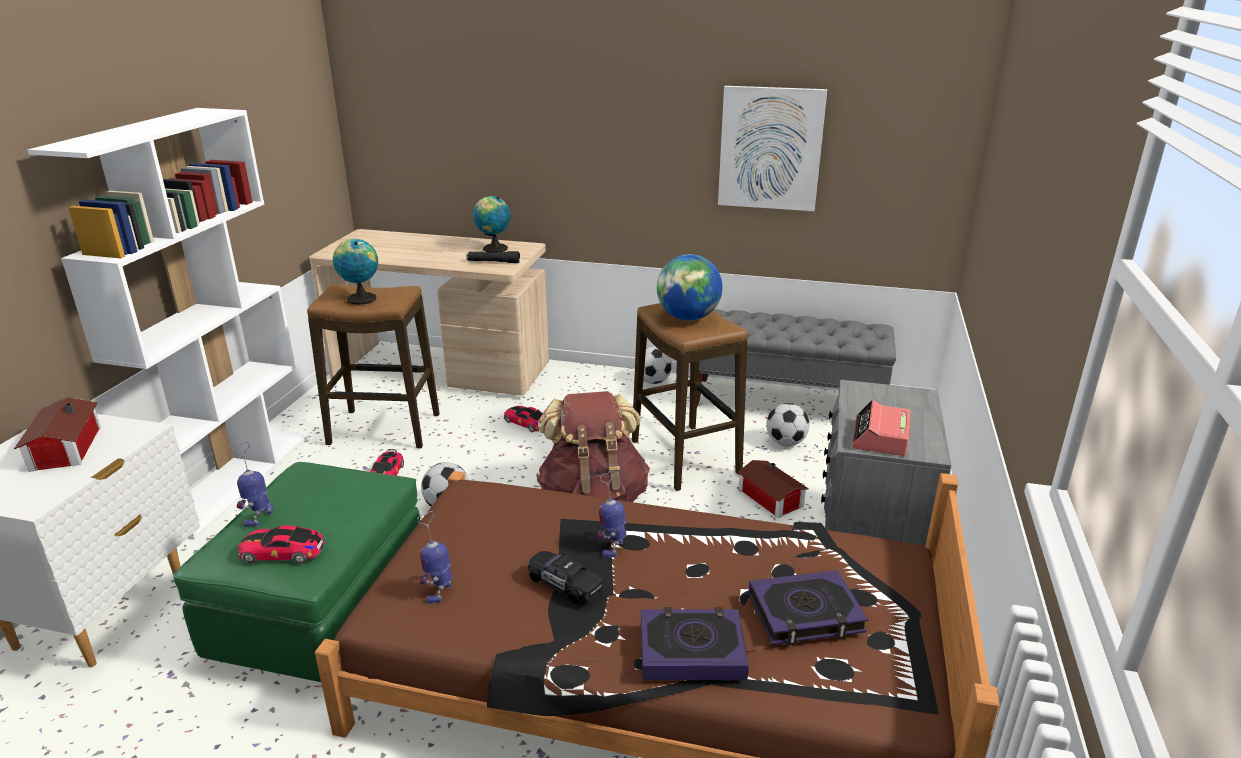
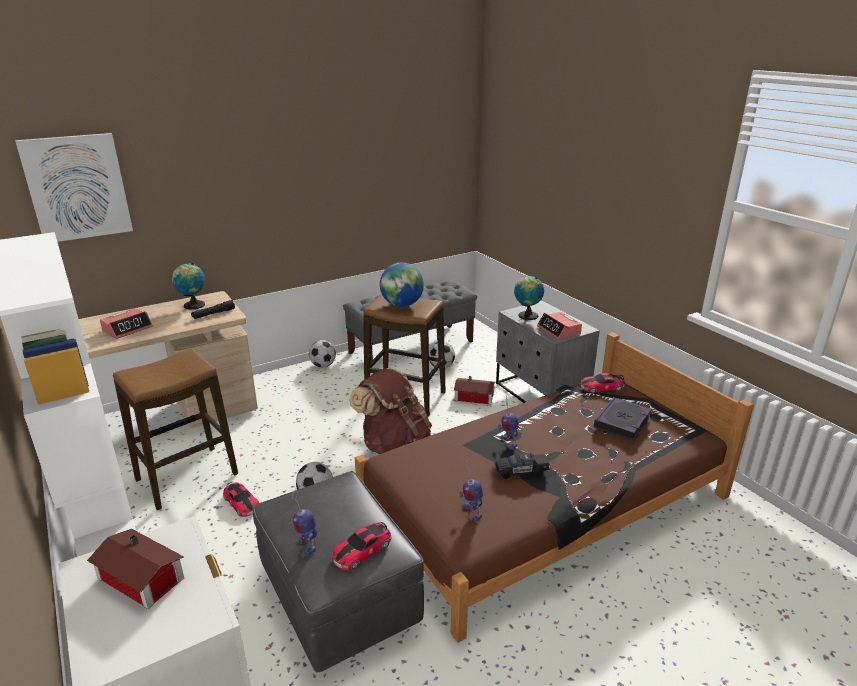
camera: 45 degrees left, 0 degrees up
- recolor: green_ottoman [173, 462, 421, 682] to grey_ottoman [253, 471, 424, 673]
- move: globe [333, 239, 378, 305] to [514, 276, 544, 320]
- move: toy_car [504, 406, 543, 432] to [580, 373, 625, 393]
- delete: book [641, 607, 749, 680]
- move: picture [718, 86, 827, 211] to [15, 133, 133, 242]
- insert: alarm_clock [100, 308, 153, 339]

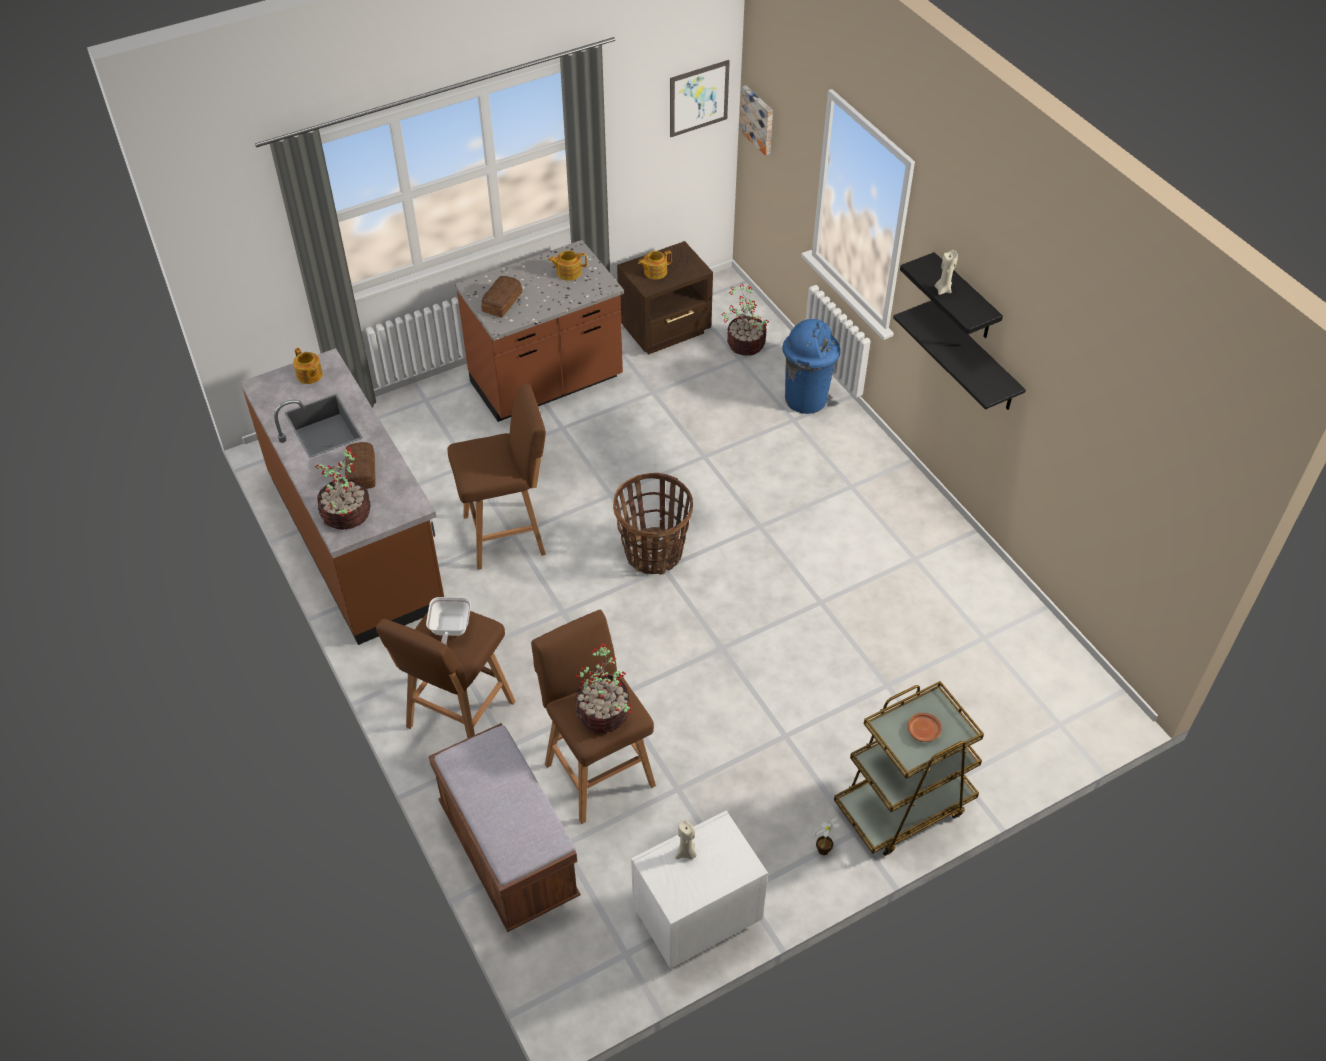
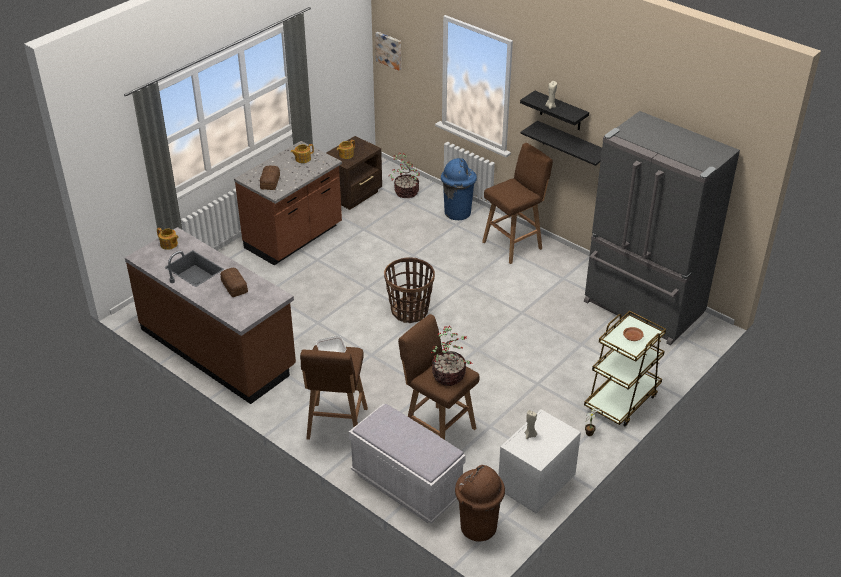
camera: 20 degrees left, 10 degrees down
- delete: potted_plant [315, 447, 371, 530]
- recolor: brown_bench [429, 723, 581, 932] to white_bench [349, 404, 466, 523]
- move: brown_stool [448, 384, 546, 570] to [482, 143, 553, 264]
- delete: picture [670, 60, 730, 137]
- insert: brown_trash_can [455, 465, 505, 542]
- insert: grey_fridge [584, 111, 740, 345]

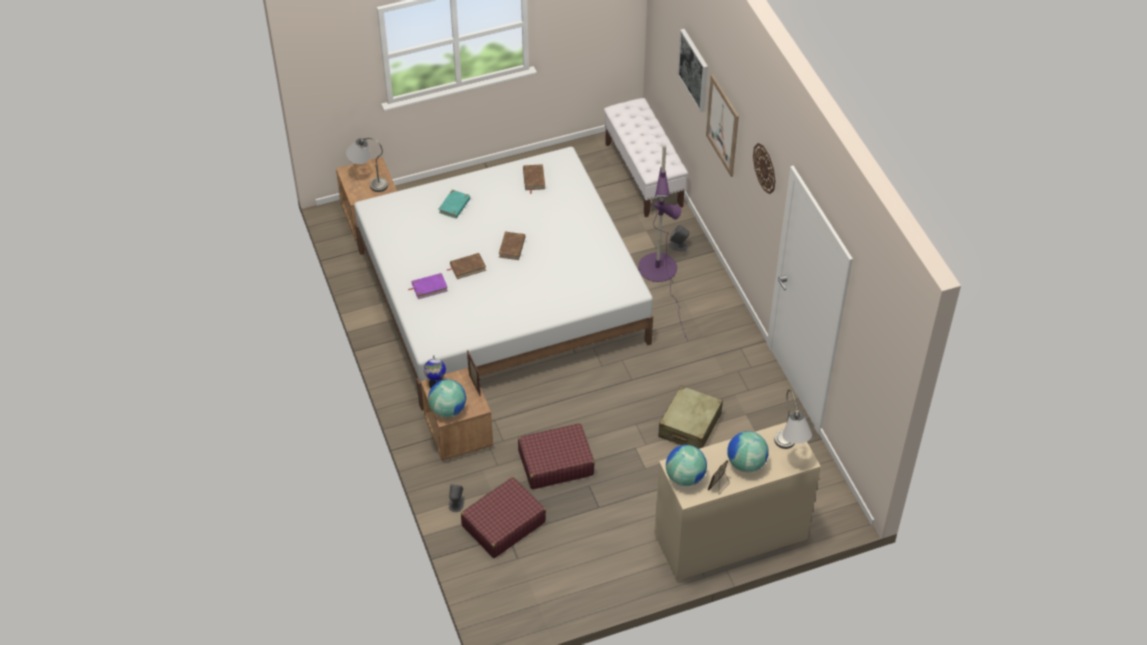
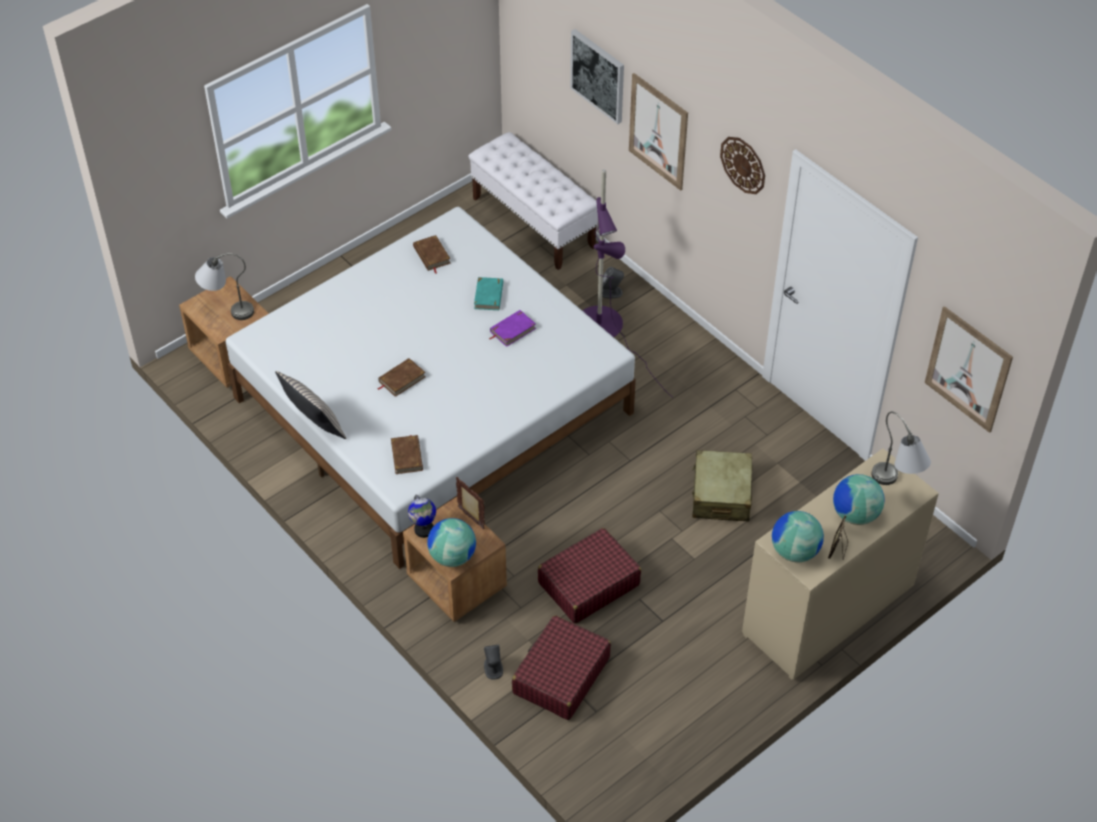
camera: 20 degrees left, 0 degrees up
- move: purple_book [408, 273, 448, 299] to [489, 310, 536, 347]
- move: turquoise_book [439, 190, 470, 219] to [474, 277, 503, 310]
- move: brown_book [499, 232, 525, 260] to [391, 435, 423, 474]
- insert: beige_pillow [275, 371, 347, 439]
- insert: picture [925, 306, 1013, 433]

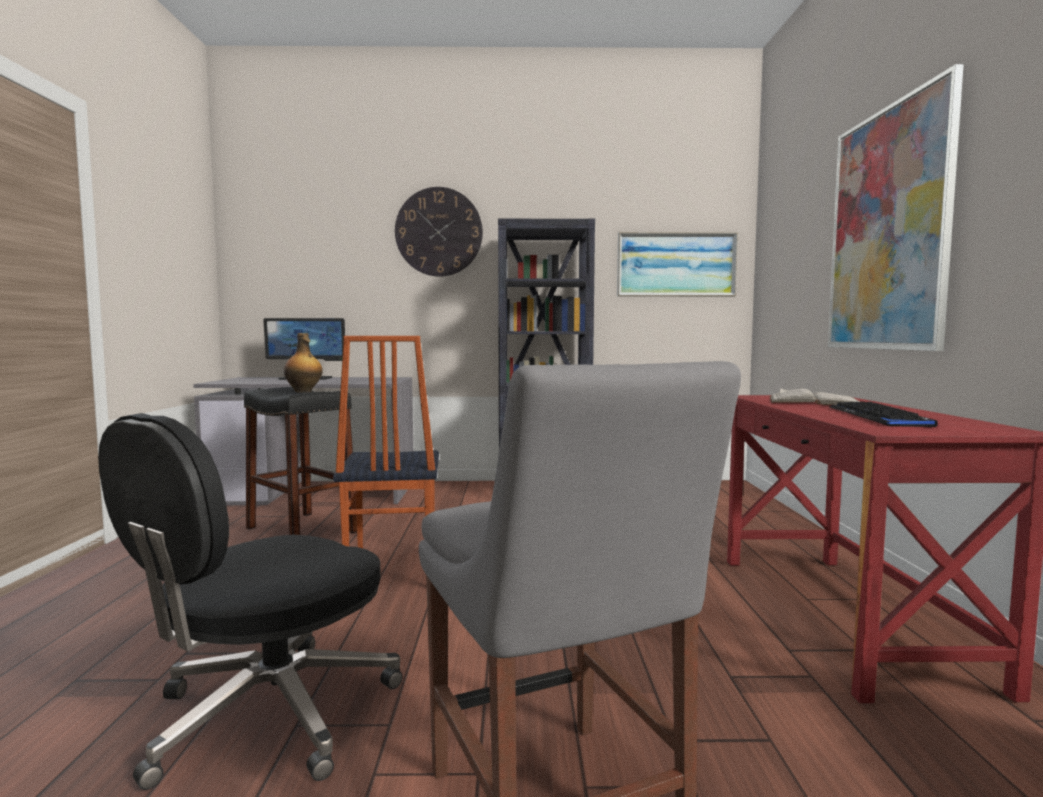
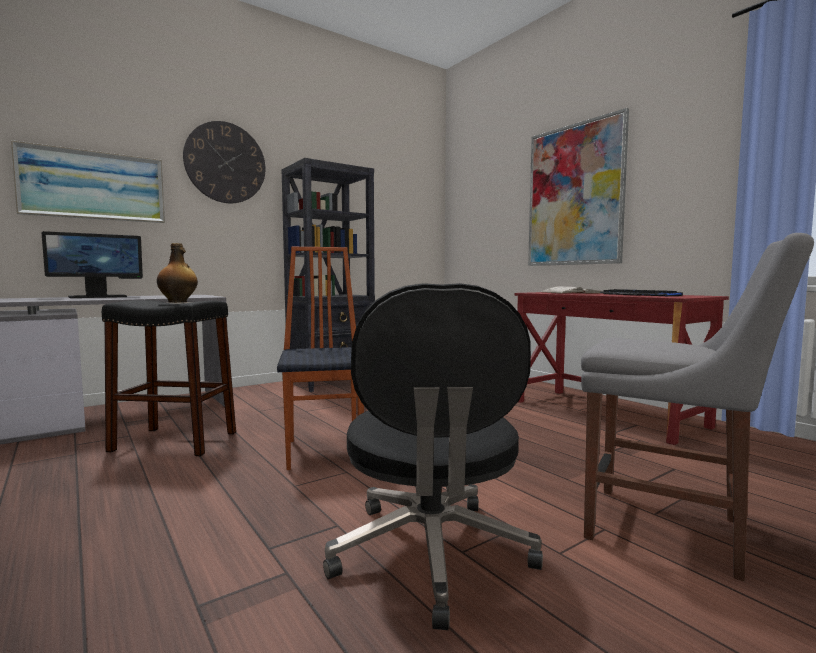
camera: 35 degrees left, 0 degrees up
- rotate: chair [333, 336, 439, 548] = [277, 247, 364, 470] 150 degrees counterclockwise
- move: picture [617, 232, 738, 297] to [11, 140, 165, 223]

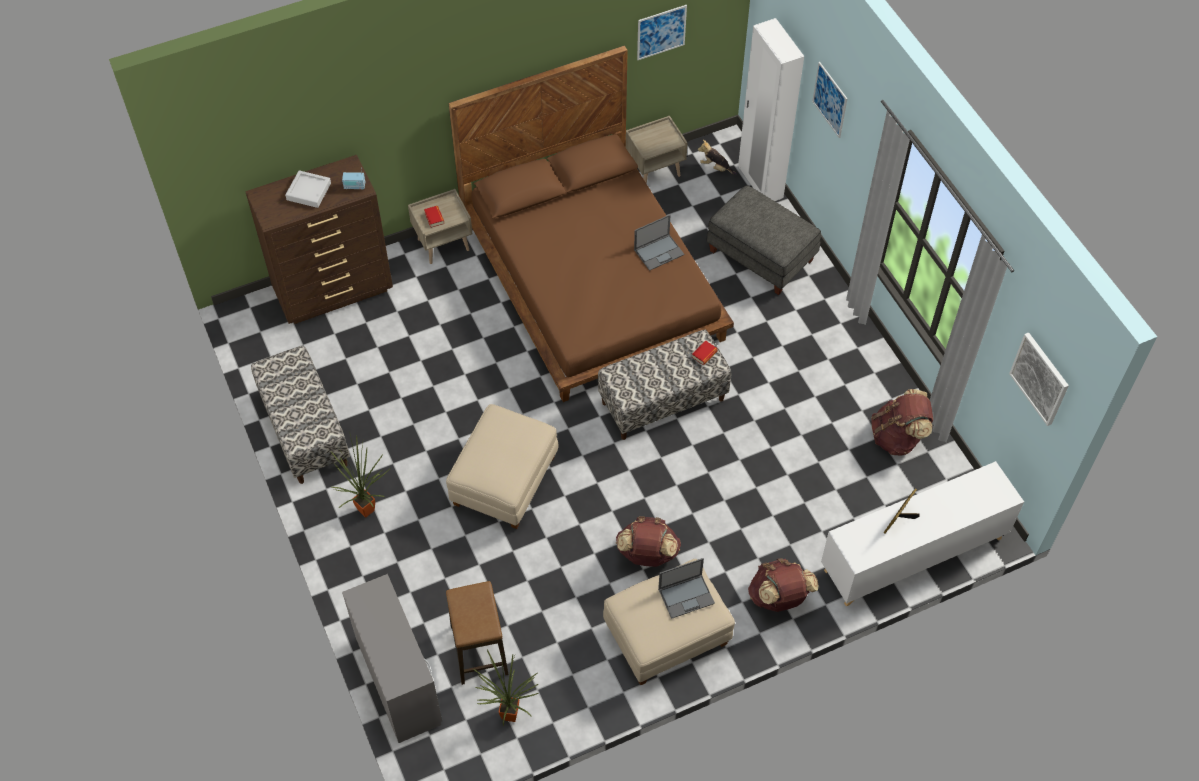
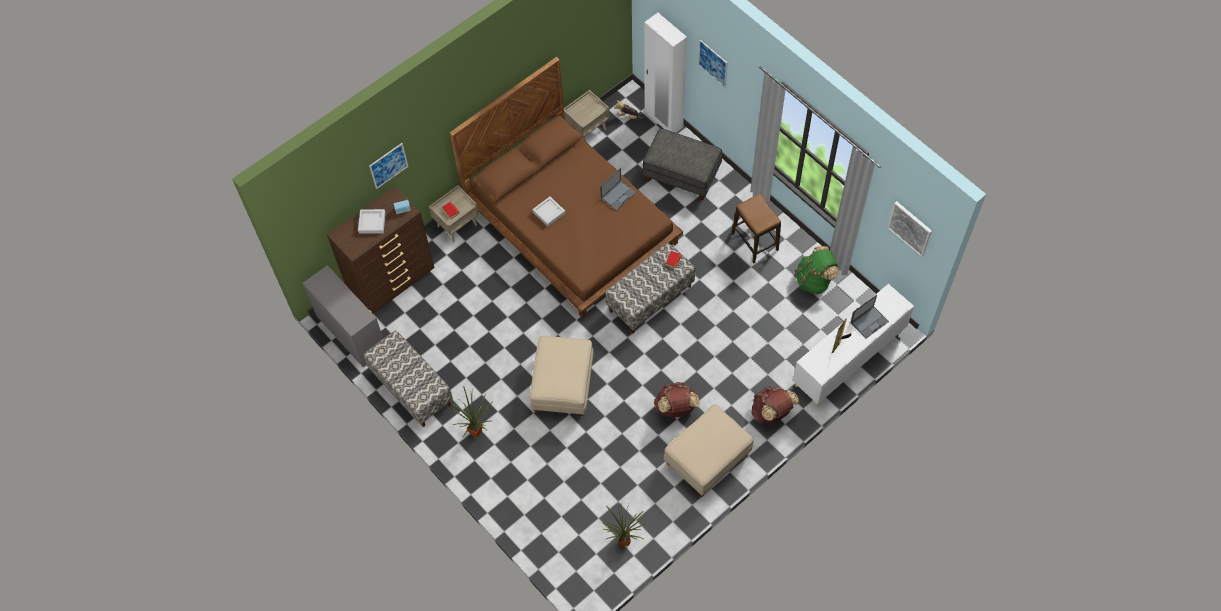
camera: 15 degrees left, 5 degrees up
- move: grey_desk [342, 574, 442, 743] to [303, 265, 383, 368]
- move: stool [446, 581, 509, 685] to [732, 194, 781, 263]
- move: picture [637, 5, 687, 60] to [369, 143, 408, 189]
- move: laptop [658, 558, 715, 619] to [850, 295, 889, 338]
- recolor: brown_backpack [871, 389, 933, 456] to green_backpack [795, 246, 839, 294]
- insert: grey_tray [532, 197, 565, 227]

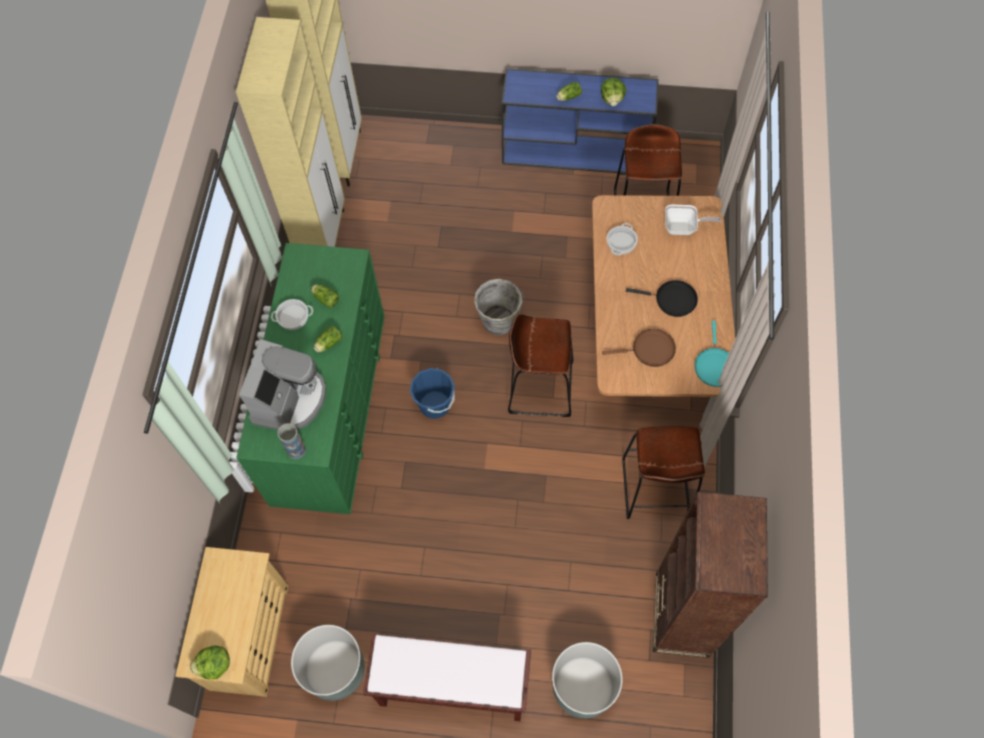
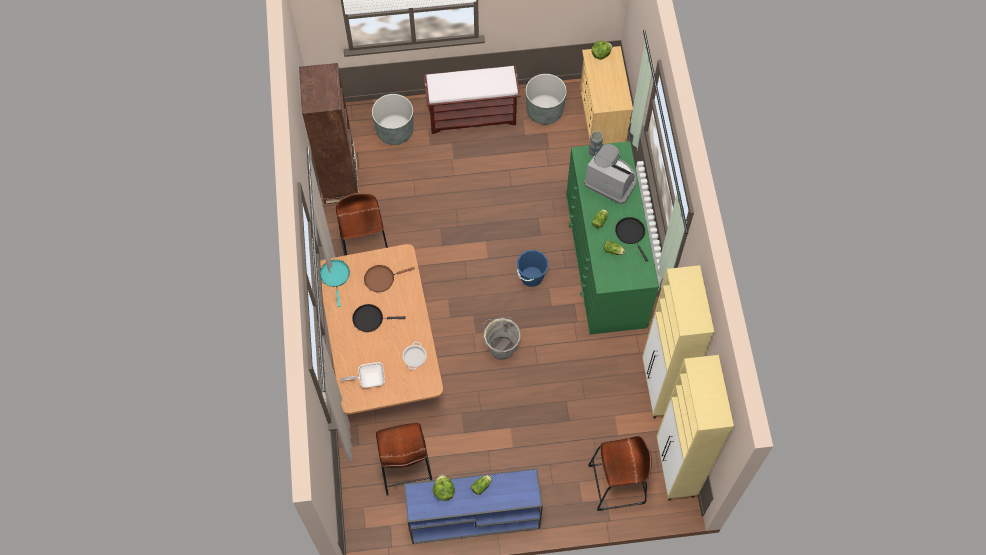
camera: 165 degrees right, 0 degrees up
- rotate: coffee_machine [239, 339, 326, 430] = [584, 144, 637, 204] 120 degrees clockwise
- replace: cooking_pot [271, 299, 313, 330] to black_frying_pan [615, 217, 648, 262]
- move: brown_stool [508, 314, 573, 417] to [588, 436, 652, 511]

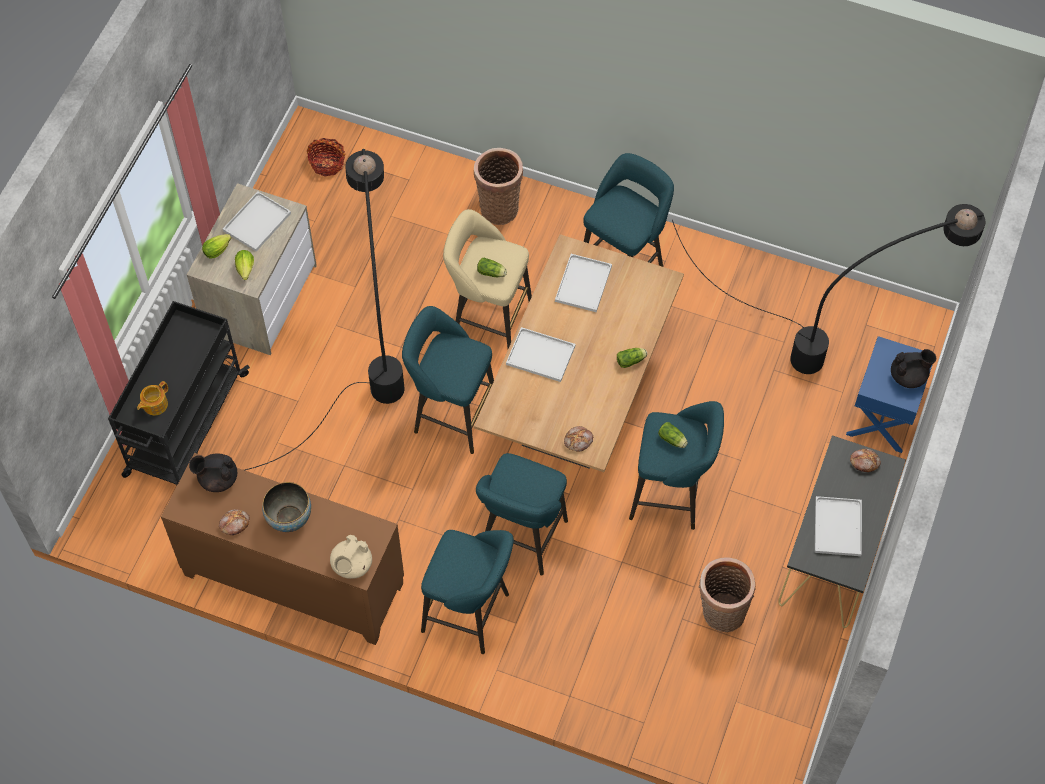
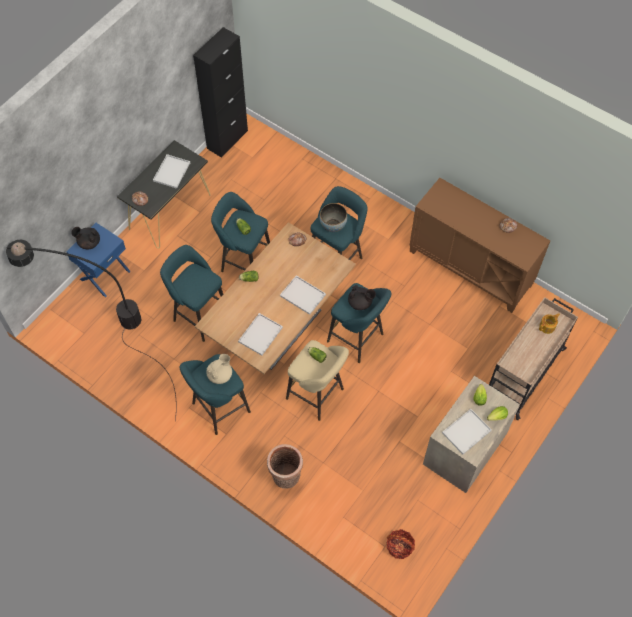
camera: 165 degrees left, 0 degrees up
- recolor: black_cart [108, 301, 250, 485] to beige_cart [489, 297, 578, 420]
- move: black_teapot [189, 453, 237, 492] to [348, 285, 376, 310]
- delete: black_floor_lamp [245, 149, 405, 470]
- move: bowl [262, 482, 311, 532] to [319, 203, 347, 232]
- move: beige_teapot [330, 535, 372, 579] to [206, 354, 232, 384]
- move: turquoise_stool [421, 530, 514, 654] to [160, 245, 223, 342]
- delete: basket [699, 557, 756, 632]
- insert: black_cabinet [193, 27, 248, 158]

